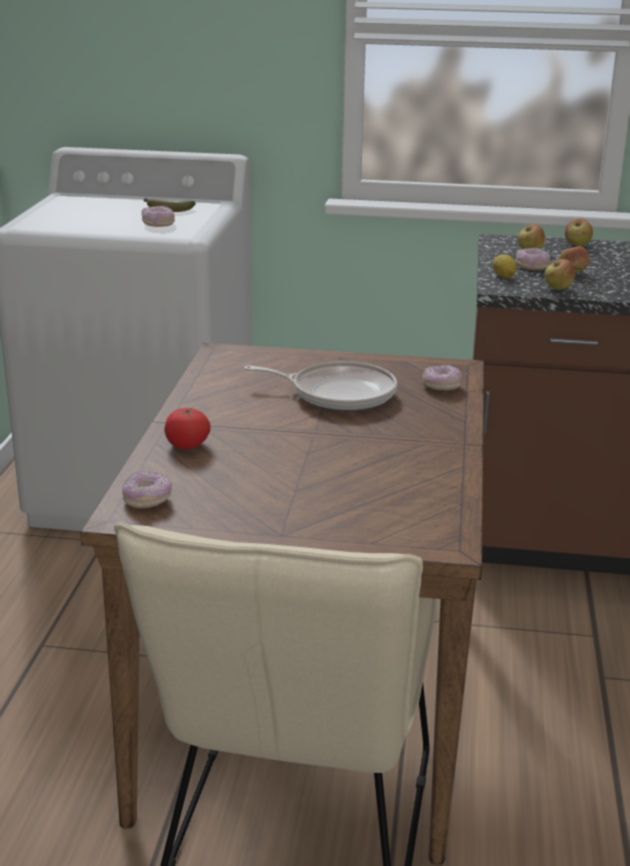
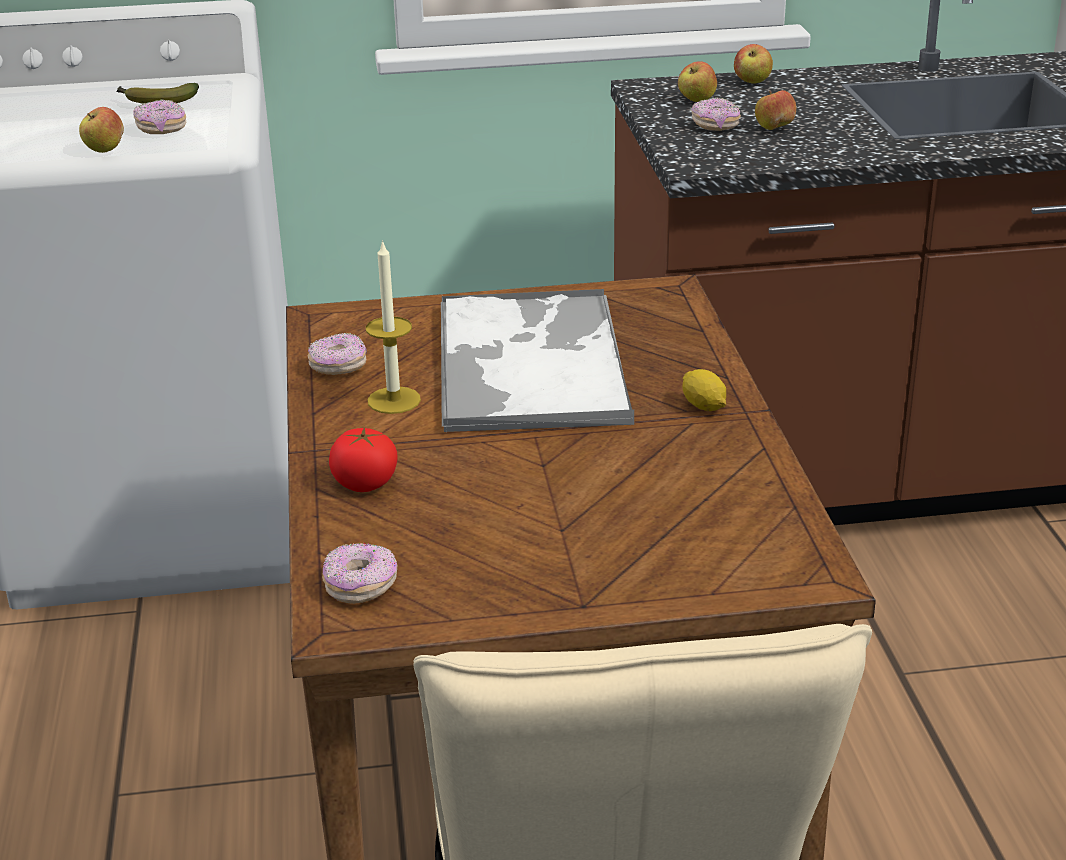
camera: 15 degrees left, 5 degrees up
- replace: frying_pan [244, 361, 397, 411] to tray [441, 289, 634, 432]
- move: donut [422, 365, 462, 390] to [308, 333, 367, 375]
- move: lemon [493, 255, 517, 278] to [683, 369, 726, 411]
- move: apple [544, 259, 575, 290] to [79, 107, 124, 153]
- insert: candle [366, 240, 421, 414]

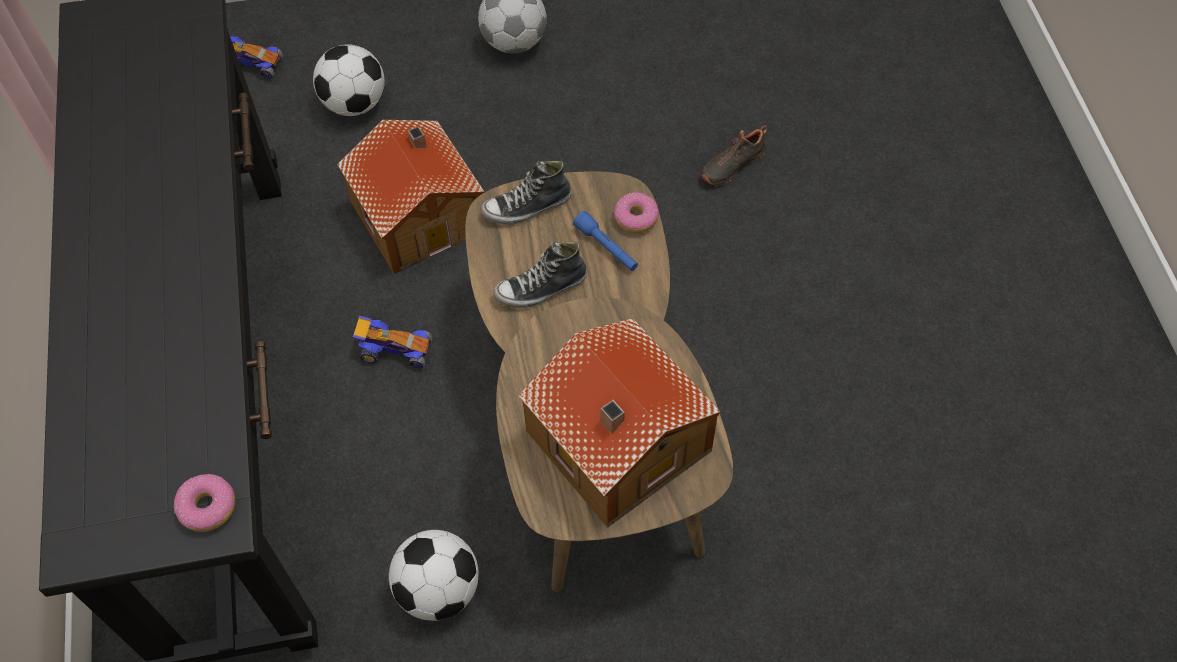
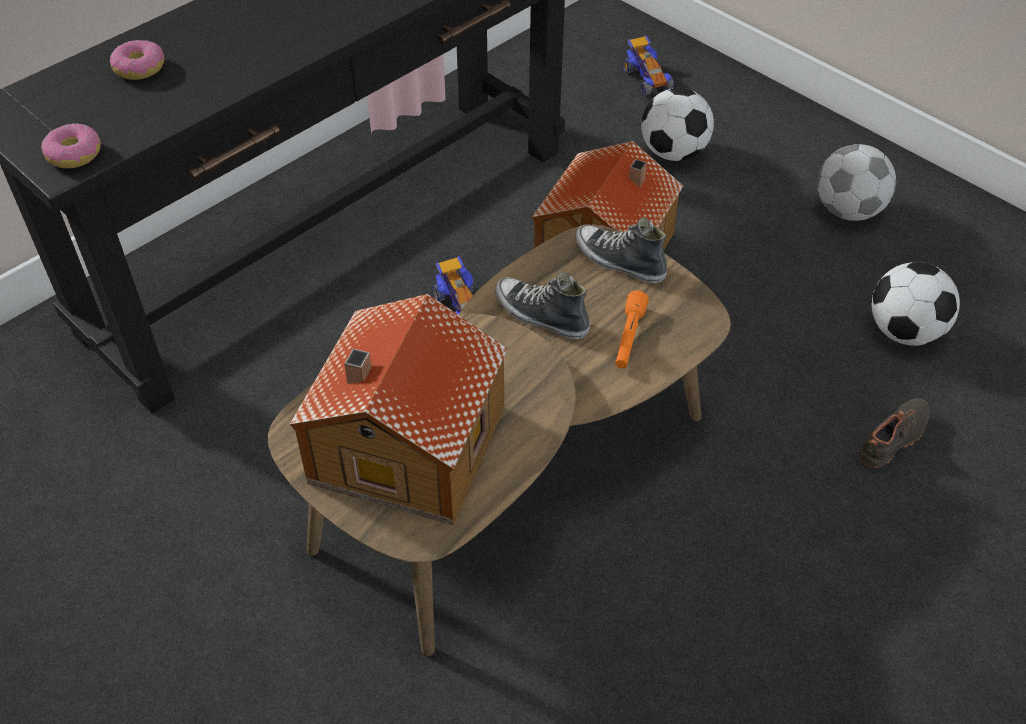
camera: 55 degrees right, 10 degrees down
- move: football [389, 530, 479, 621] to [871, 262, 960, 346]
- recolor: blue_flashlight [573, 211, 638, 271] to orange_flashlight [615, 290, 649, 368]
- move: donut [614, 192, 659, 233] to [110, 40, 164, 80]
- rotate: black_shoe [701, 126, 767, 186] = [858, 398, 930, 468] 120 degrees clockwise

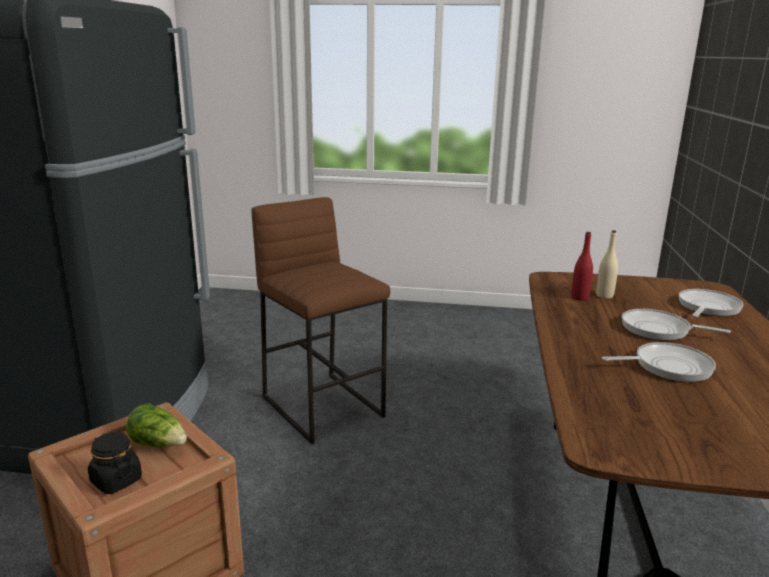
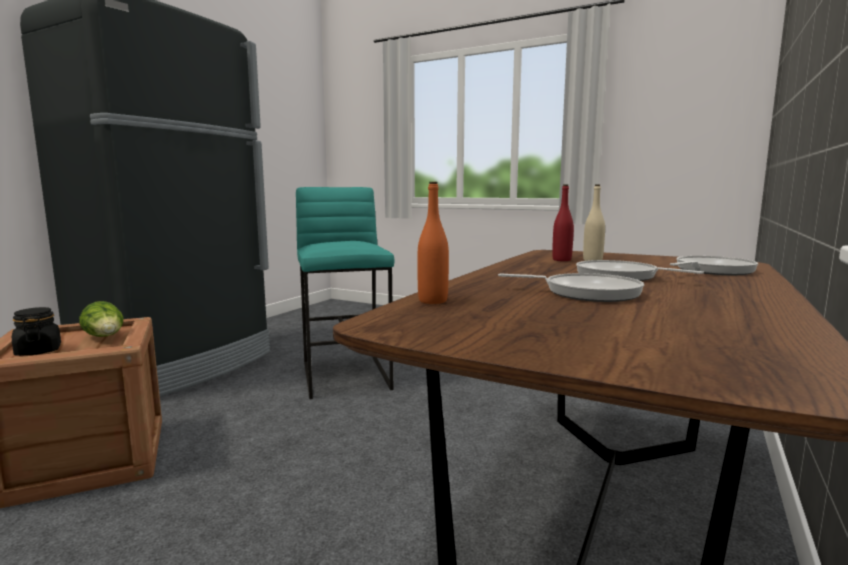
camera: 20 degrees right, 10 degrees down
- recolor: brown_stool [252, 197, 390, 445] to turquoise_stool [296, 187, 395, 399]
- insert: orange_bottle [417, 182, 449, 304]

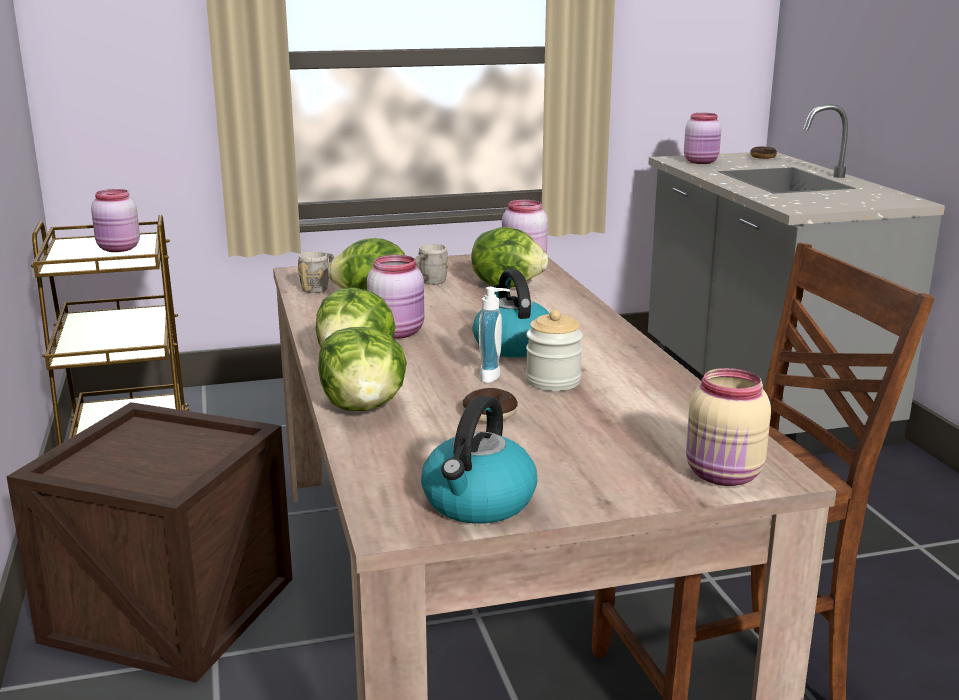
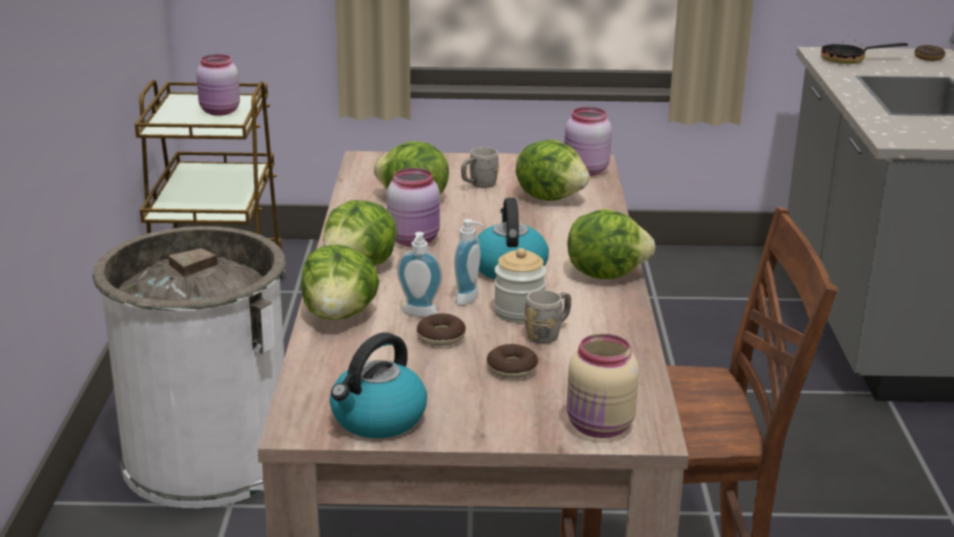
camera: 15 degrees right, 5 degrees up
- replace: crate [6, 402, 292, 683] to white_trash_can [93, 226, 286, 508]
- move: grey_mug [298, 251, 334, 293] to [524, 290, 571, 344]
- replace: pink_jar [684, 113, 721, 164] to frying_pan [821, 40, 908, 64]
- insert: soap_dispenser [397, 232, 442, 317]
- insert: donut [487, 344, 538, 379]
- insert: lettuce [567, 209, 655, 279]

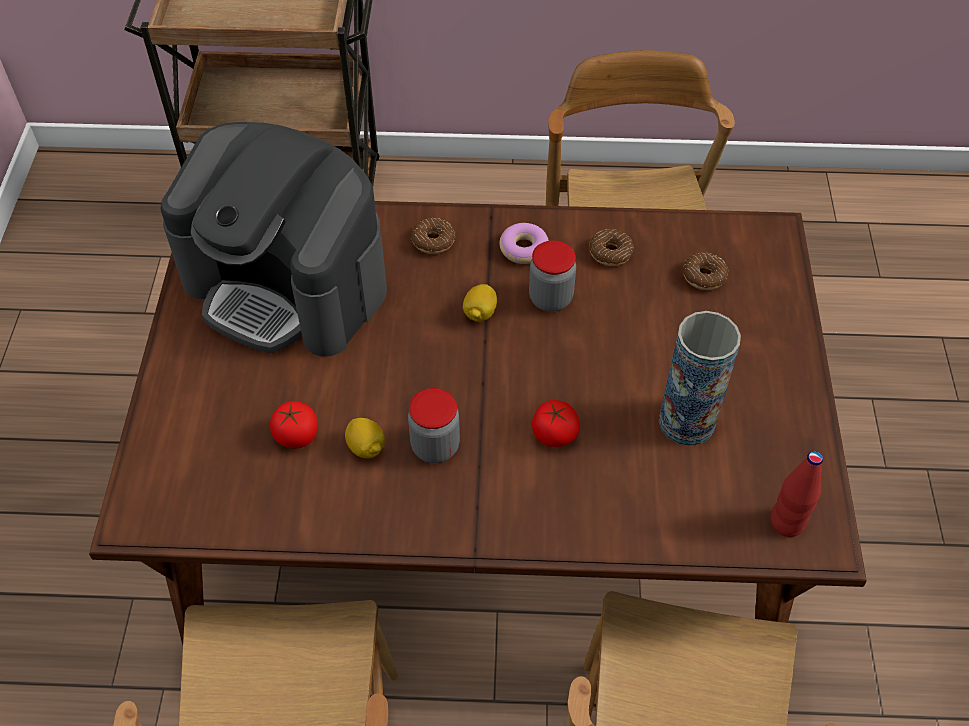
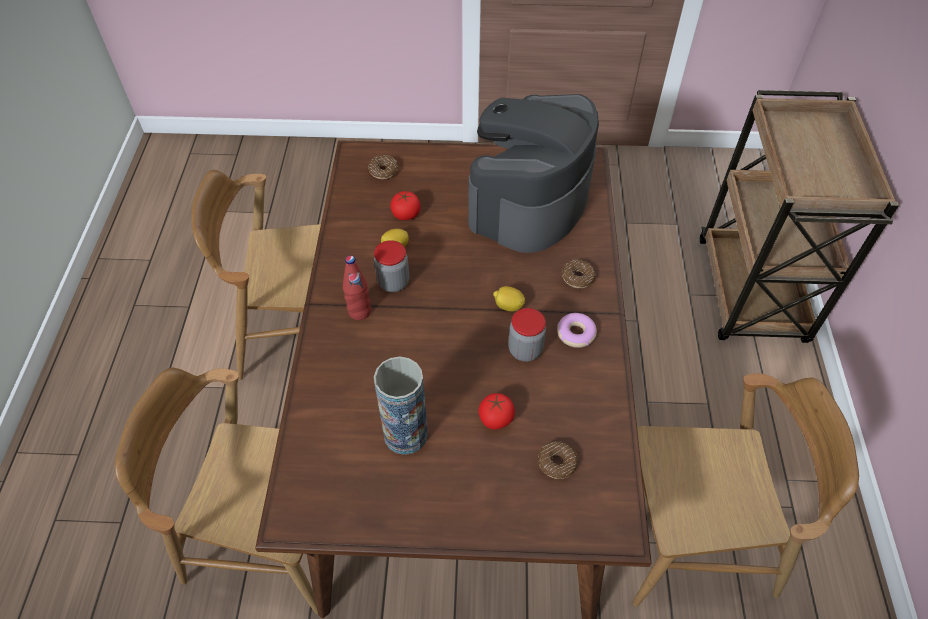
camera: 90 degrees right, 0 degrees up
- move: tomato [532, 400, 580, 447] to [479, 393, 515, 430]
- move: donut [589, 229, 634, 266] to [368, 155, 398, 179]
- move: red_bottle [770, 451, 823, 537] to [343, 256, 371, 320]

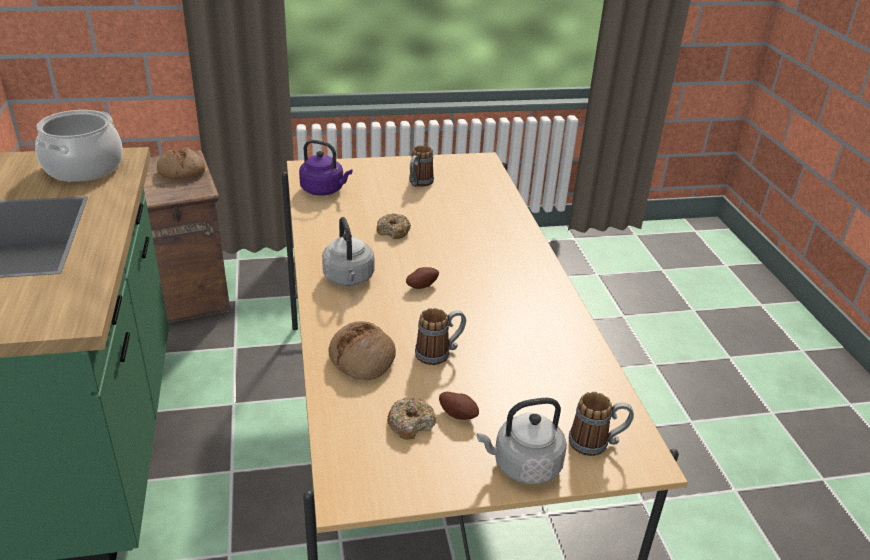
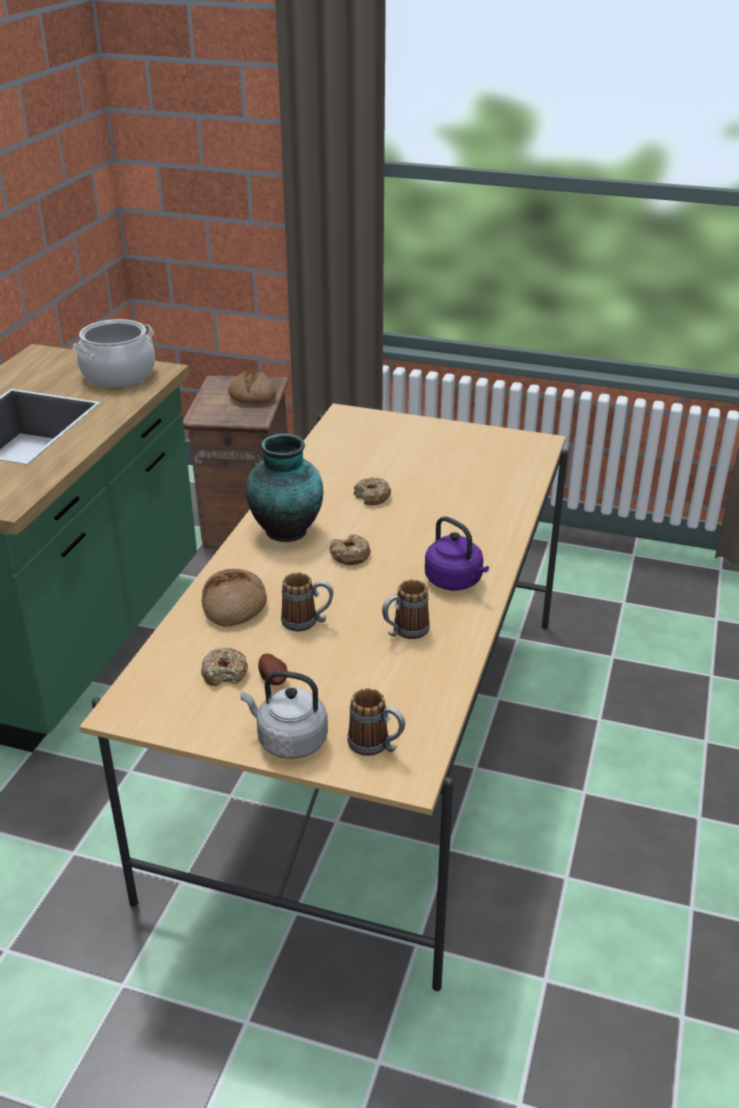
camera: 30 degrees right, 0 degrees up
- move: purple_kettle [299, 140, 352, 196] to [425, 516, 489, 590]
- replace: grey_kettle [322, 217, 374, 286] to vase [246, 434, 323, 542]
- replace: potato [406, 267, 439, 289] to donut [329, 534, 371, 565]
- move: mug [409, 145, 434, 187] to [382, 579, 430, 639]

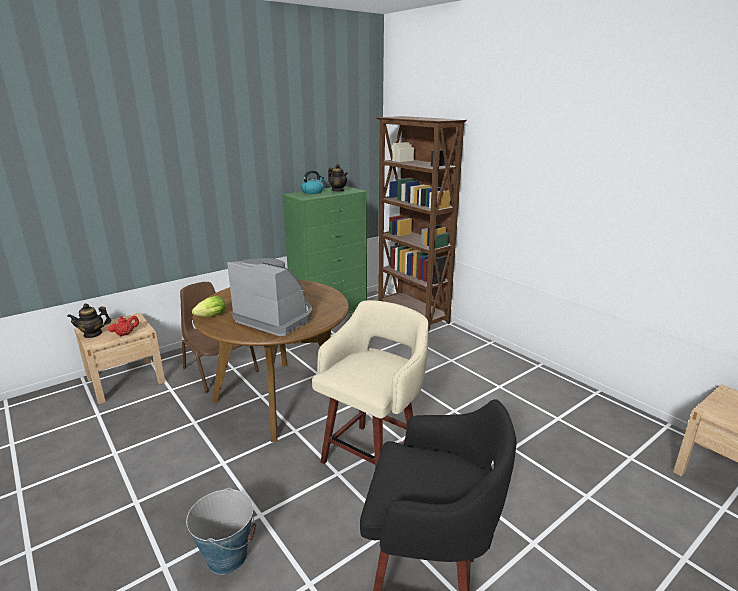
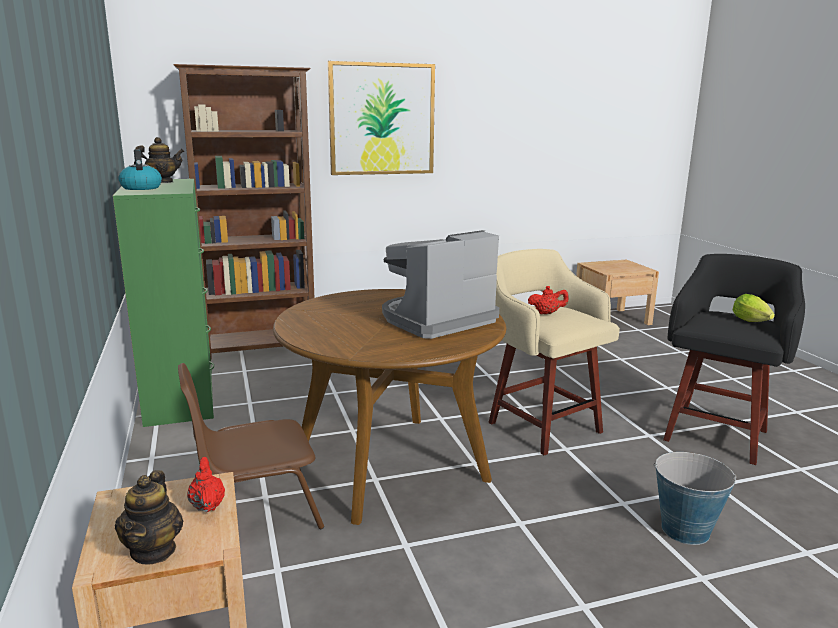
camera: 70 degrees left, 5 degrees down
- move: lettuce [192, 296, 226, 317] to [733, 294, 775, 322]
- insert: picture [328, 61, 435, 175]
- insert: red_teapot [528, 286, 569, 315]

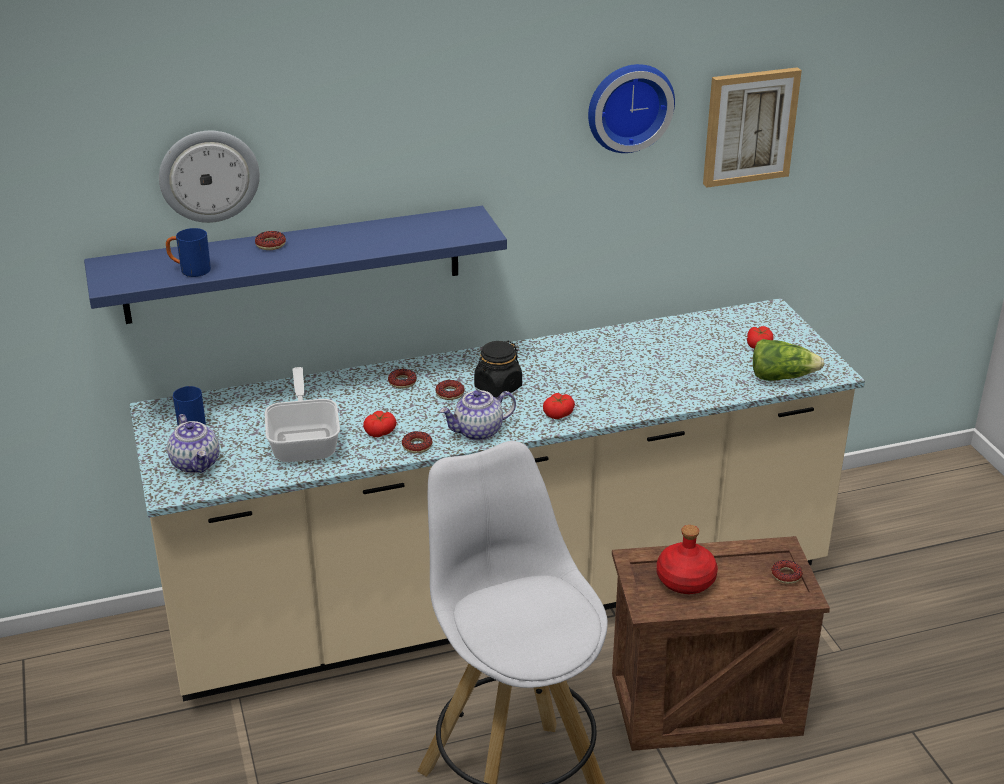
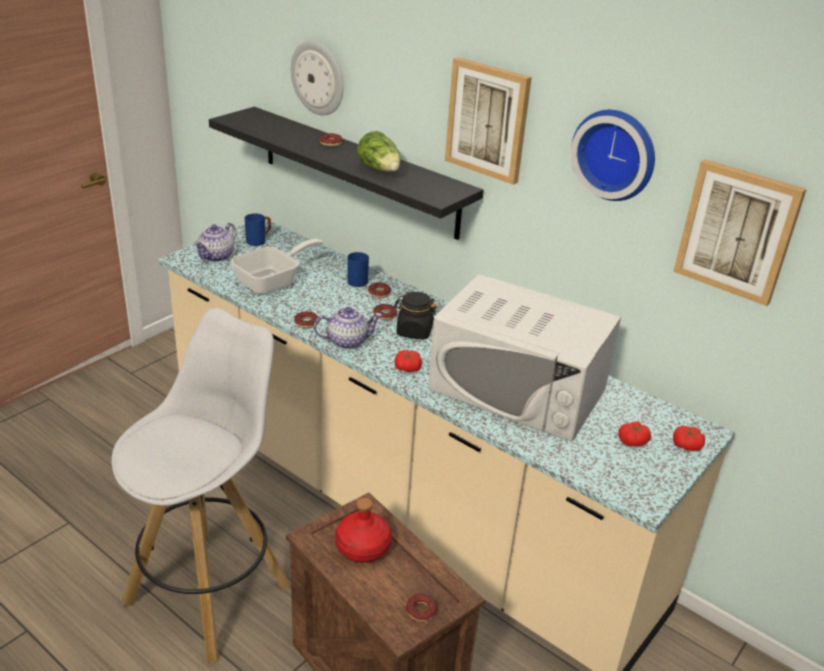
camera: 55 degrees right, 0 degrees up
- recolor: blue_shelf [84, 206, 507, 324] to black_shelf [209, 107, 484, 240]
- move: blue_mug [166, 228, 211, 277] to [347, 252, 369, 287]
- move: tomato [363, 411, 397, 437] to [673, 426, 705, 451]
- rotate: teapot [440, 390, 516, 441] = [313, 307, 382, 349] 135 degrees clockwise
- move: lettuce [753, 339, 825, 381] to [357, 131, 401, 171]
- insert: white_microwave [428, 274, 621, 442]
- insert: picture [445, 57, 532, 185]

